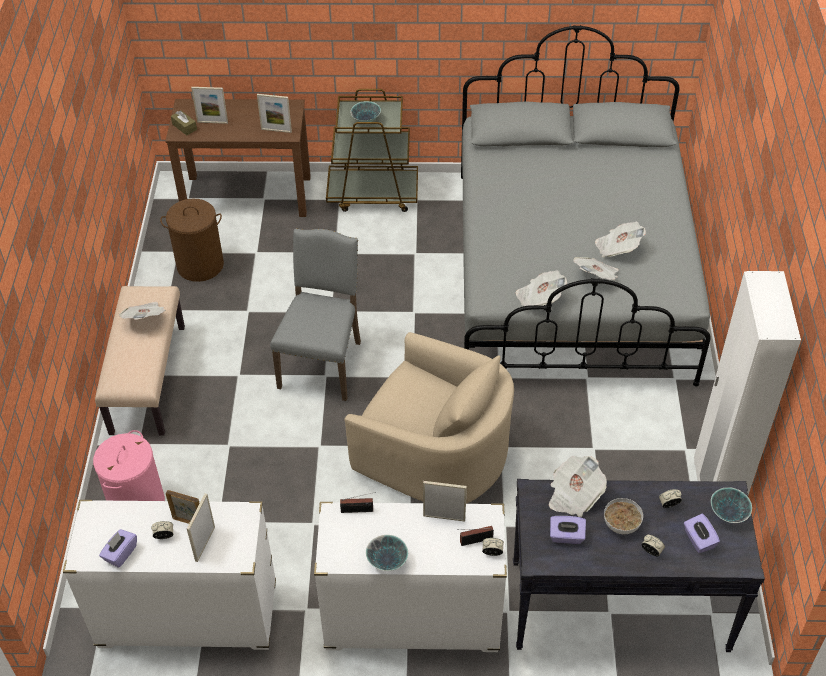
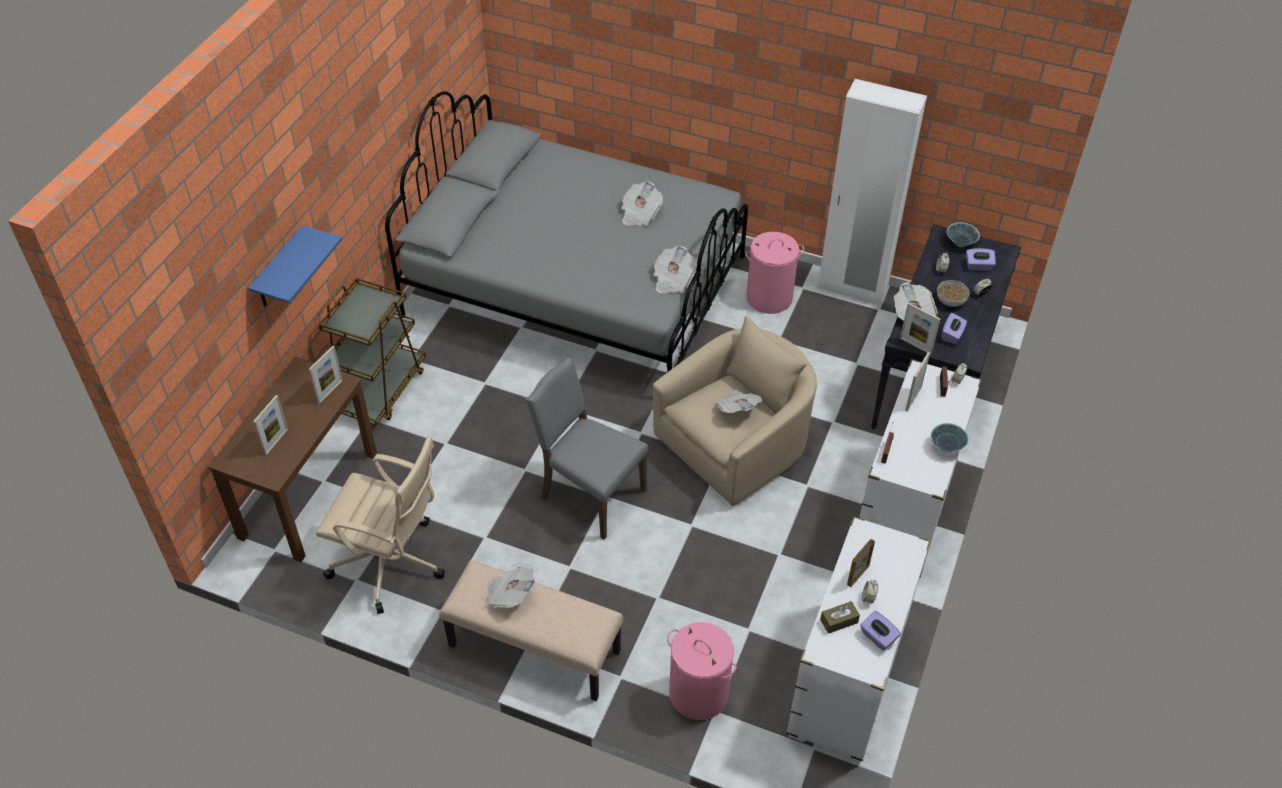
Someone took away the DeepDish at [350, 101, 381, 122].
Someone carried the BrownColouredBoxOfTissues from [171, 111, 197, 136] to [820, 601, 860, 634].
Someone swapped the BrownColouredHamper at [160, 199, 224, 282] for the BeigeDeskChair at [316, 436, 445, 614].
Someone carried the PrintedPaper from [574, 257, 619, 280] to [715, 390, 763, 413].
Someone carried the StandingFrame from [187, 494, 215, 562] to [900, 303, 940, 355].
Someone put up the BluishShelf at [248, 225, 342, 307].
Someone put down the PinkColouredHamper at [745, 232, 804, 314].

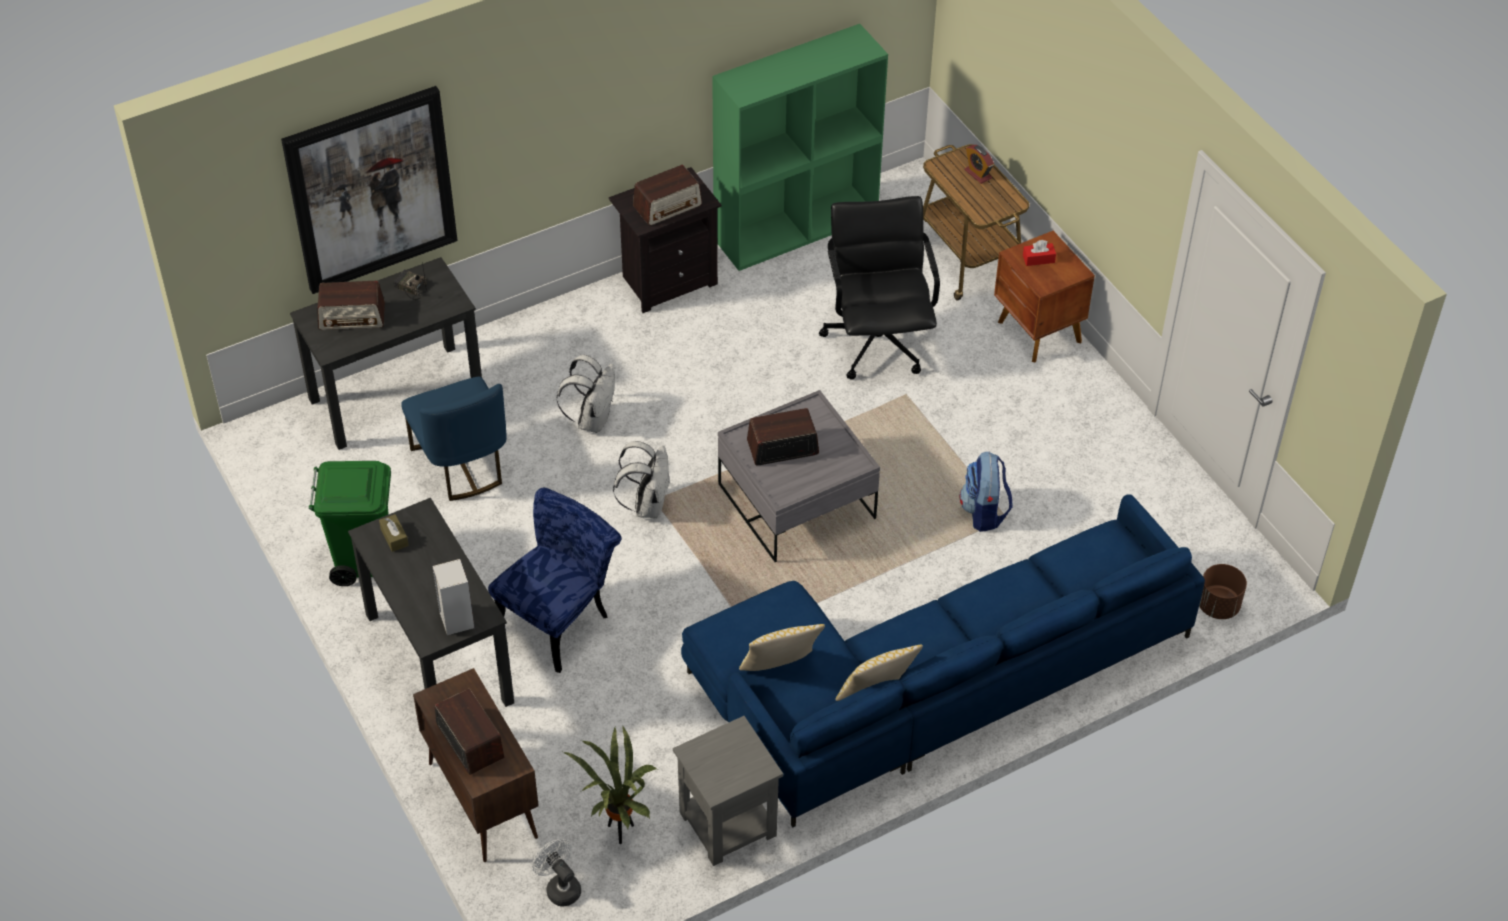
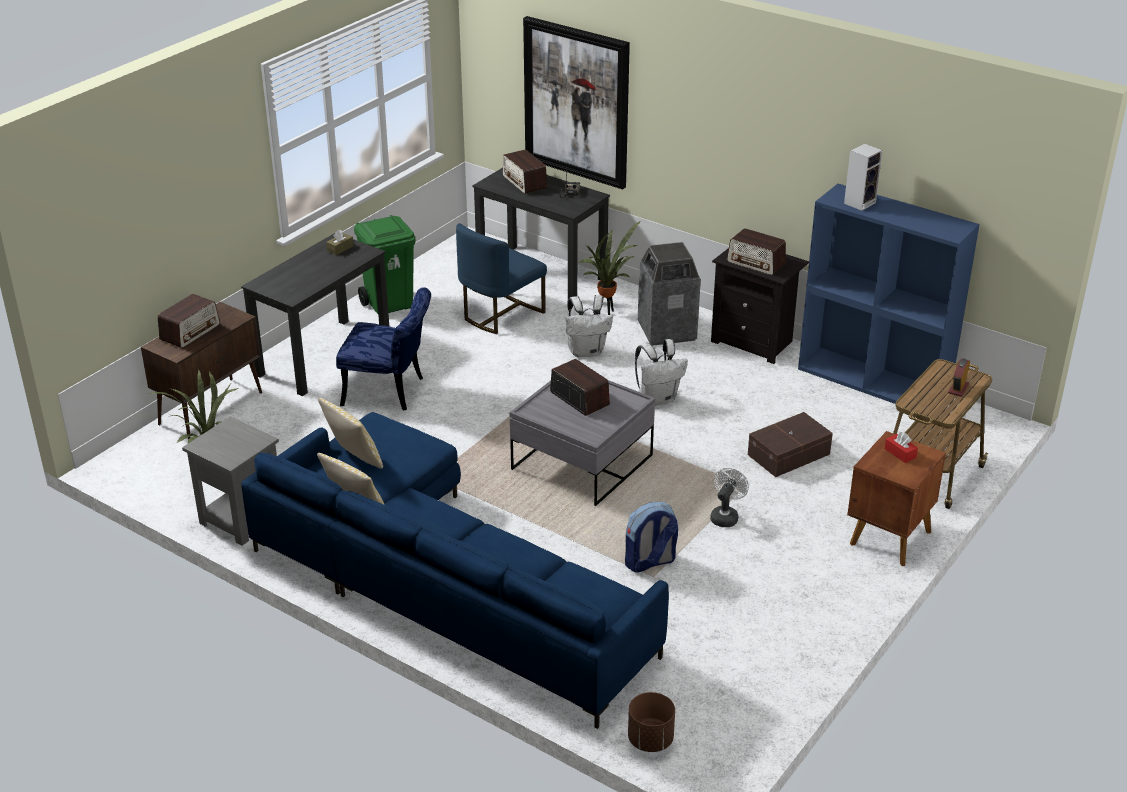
Someone repainted the GreenBookshelf at [712, 24, 888, 271], which became the BluishBookshelf at [798, 184, 980, 410].
Someone swapped the BlackDeskChair at [819, 196, 940, 379] for the BrownColouredStorageContainer at [748, 412, 833, 477].
Someone carried the WhiteColouredRucksack from [613, 441, 670, 518] to [635, 339, 688, 405].
Someone carried the Loudspeaker from [432, 559, 474, 635] to [844, 143, 883, 211].
Someone carried the WhiteColouredFan from [532, 839, 581, 906] to [710, 468, 749, 527].
Someone put down the PlantInAPot at [578, 221, 640, 315].
Someone put down the WasteBin at [638, 242, 701, 346].

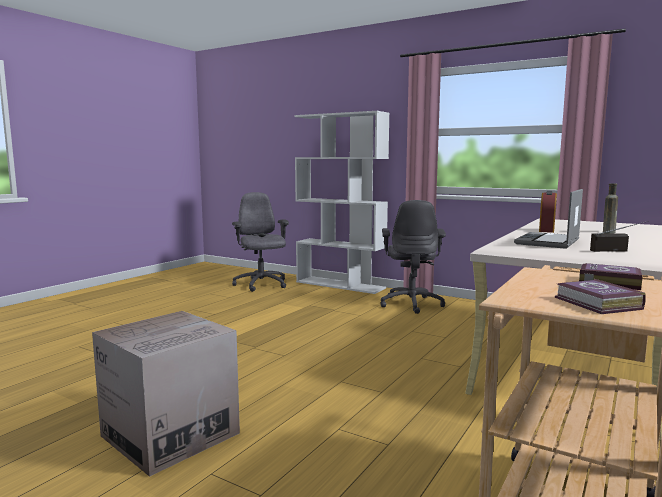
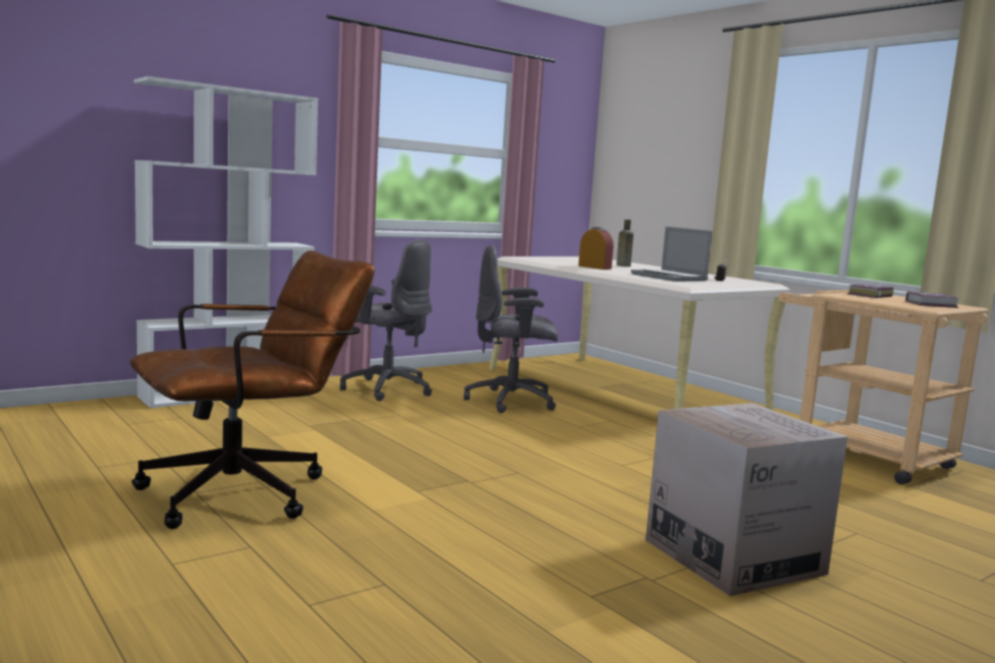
Someone carried the GreyishDeskChair from [232, 192, 289, 292] to [464, 245, 558, 413].
Someone put down the BrownColouredDeskChair at [130, 250, 375, 529].

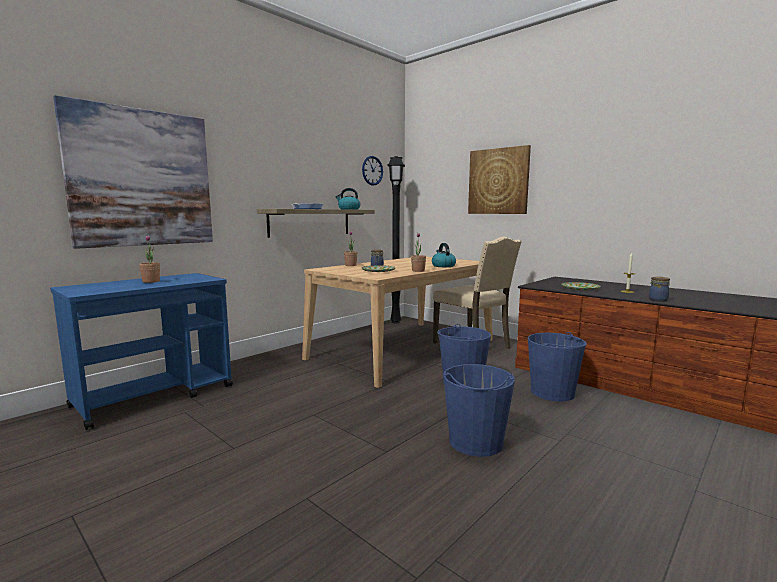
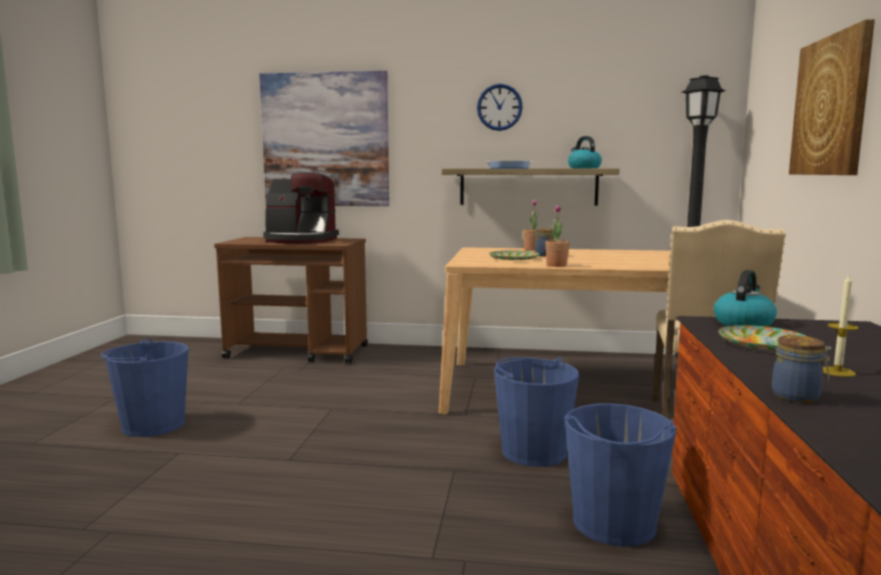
Someone carried the HangingClock from [362, 156, 383, 186] to [477, 84, 523, 131].
Someone swapped the PlantInAPot at [139, 235, 160, 283] for the CoffeeBrewer at [263, 173, 339, 244].
Someone carried the WaterKettle from [432, 243, 456, 267] to [714, 270, 777, 327].
Someone repainted the BluishWheeledCart at [50, 273, 233, 430], which became the BrownColouredWheeledCart at [214, 237, 368, 363].
Someone carried the BluishBucket from [443, 364, 515, 457] to [101, 338, 188, 437].

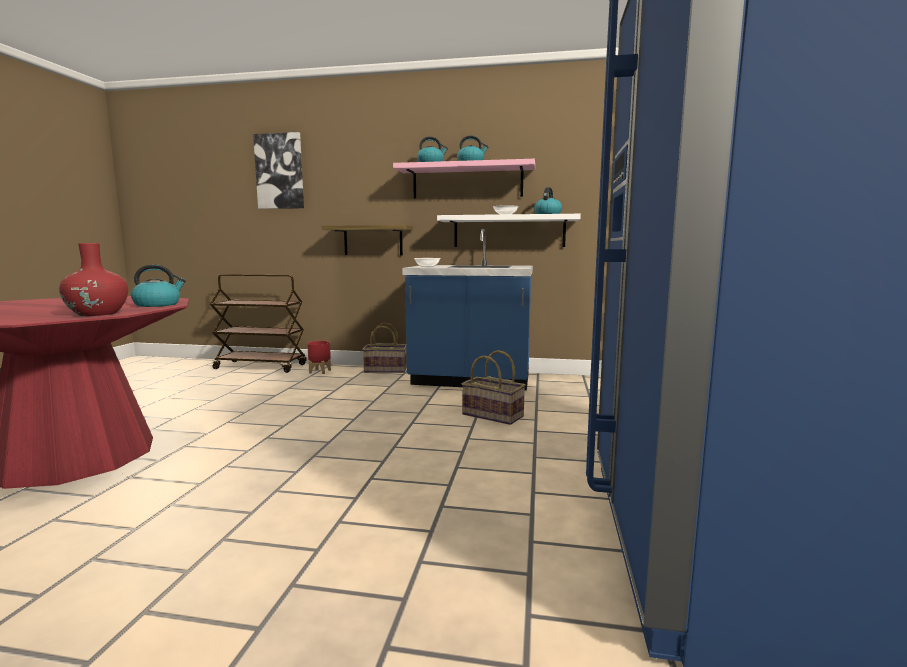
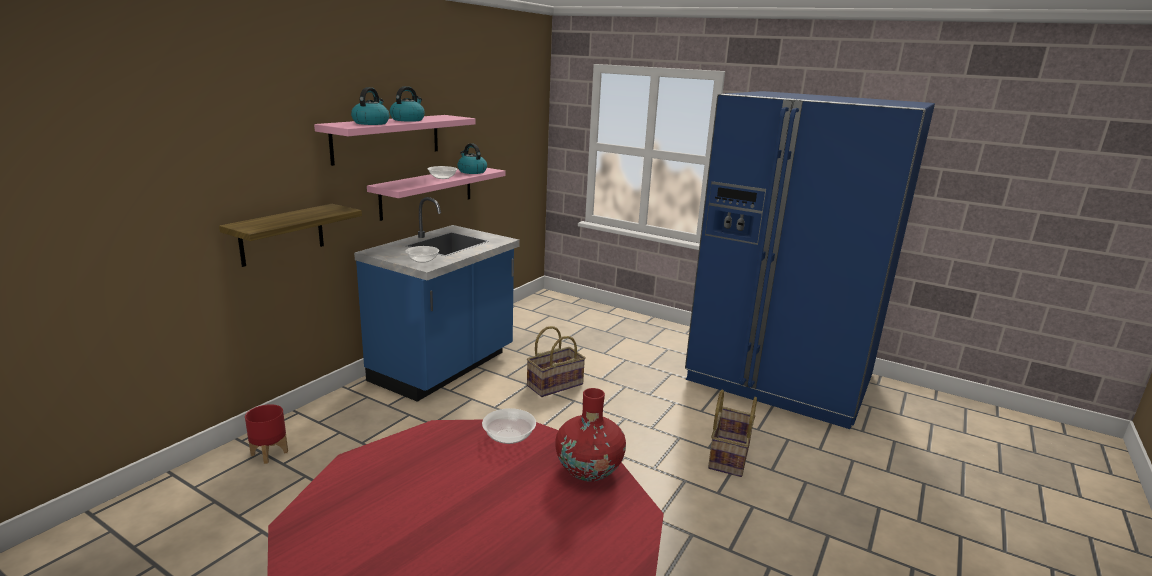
Someone took away the WallArt at [253, 132, 304, 209].
Someone repainted the WhiteColouredShelf at [437, 214, 581, 247], which became the PinkColouredShelf at [367, 168, 506, 221].
Someone swapped the WaterKettle at [131, 264, 186, 307] for the DeepDish at [482, 408, 536, 444].
Someone took away the BrownColouredWheeledCart at [210, 274, 307, 373].
Someone carried the Basket from [363, 322, 407, 373] to [708, 389, 757, 477].

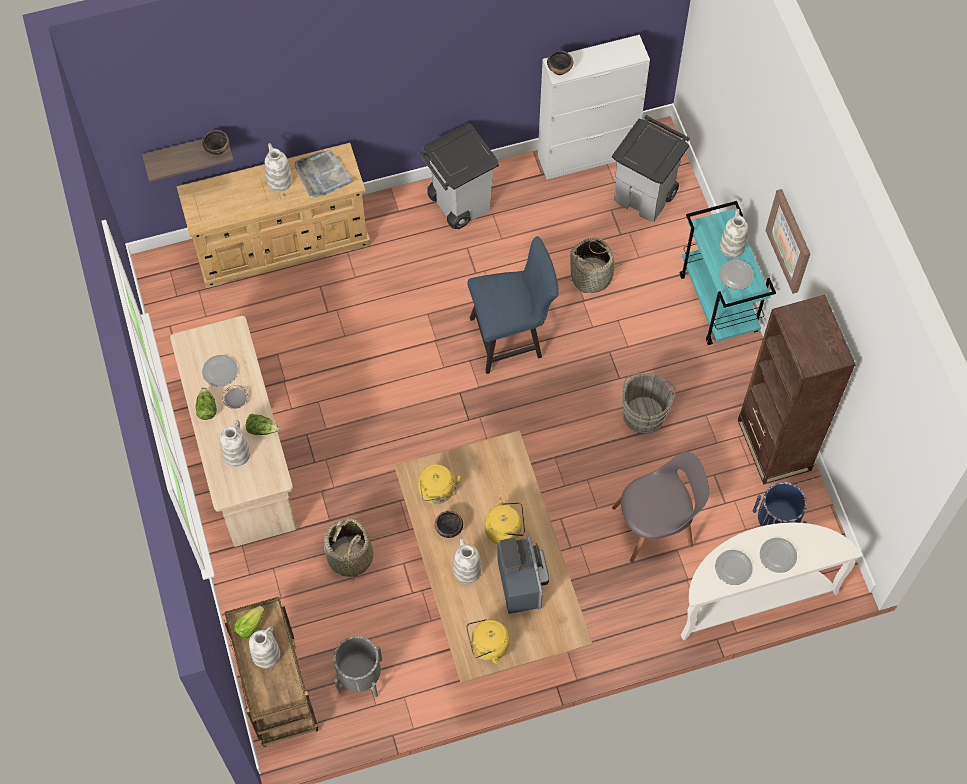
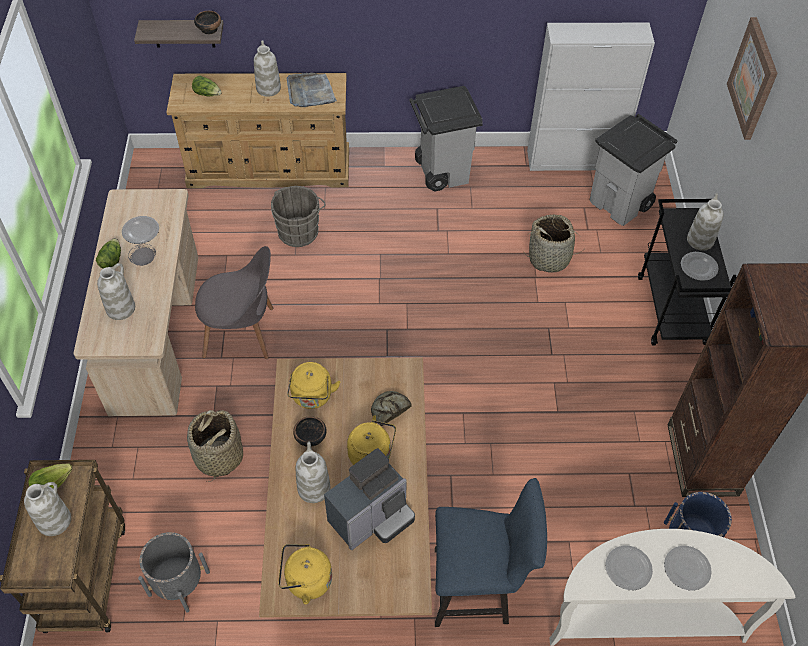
Someone took away the DeepDish at [547, 51, 573, 75].
Someone carried the WallArt from [765, 189, 810, 294] to [727, 17, 778, 140].
Someone repainted the BlueGreenWheeledCart at [680, 201, 776, 345], which became the BlackWheeledCart at [638, 199, 737, 345].
Someone carried the BluishChair from [467, 236, 559, 374] to [435, 478, 547, 627].
Someone carried the GreyishBucket from [622, 373, 676, 434] to [271, 186, 326, 247].
Someone carried the HeadOfLettuce from [246, 414, 280, 435] to [192, 76, 222, 96].
Someone carried the GreyishChair from [612, 452, 709, 562] to [195, 246, 273, 359].
Someone rotated the CoffeeBrewer at [497, 536, 549, 614] by 45 degrees clockwise.
Someone put down the BakedBread at [371, 391, 412, 426].

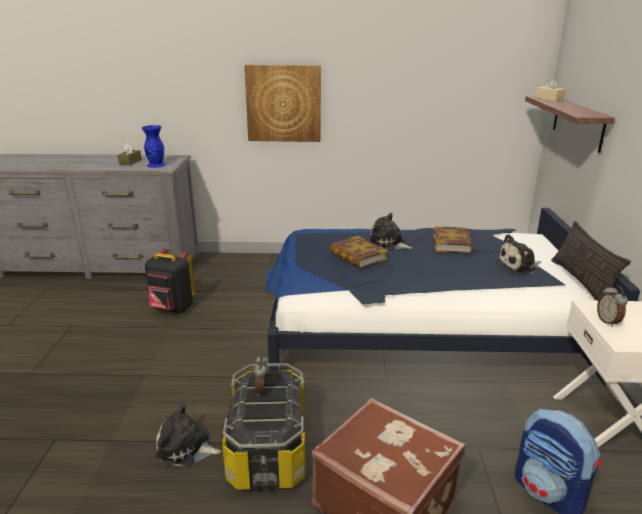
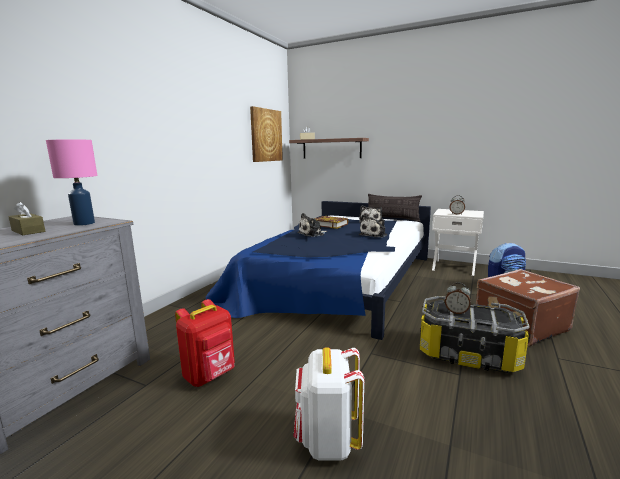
Someone carried the WallArt from [244, 65, 321, 142] to [250, 106, 283, 162].
Someone swapped the BluishDecorativeVase at [142, 125, 166, 168] for the PinkColouredLampForATable at [46, 139, 98, 226].
Someone took away the Volume at [329, 236, 388, 269].
Someone repainted the BlackRucksack at [145, 249, 195, 313], which became the ReddishRucksack at [175, 299, 235, 387].
Someone carried the CuddlyToy from [155, 404, 221, 467] to [359, 215, 387, 238].
Someone put down the WhiteColouredRucksack at [294, 347, 364, 460].

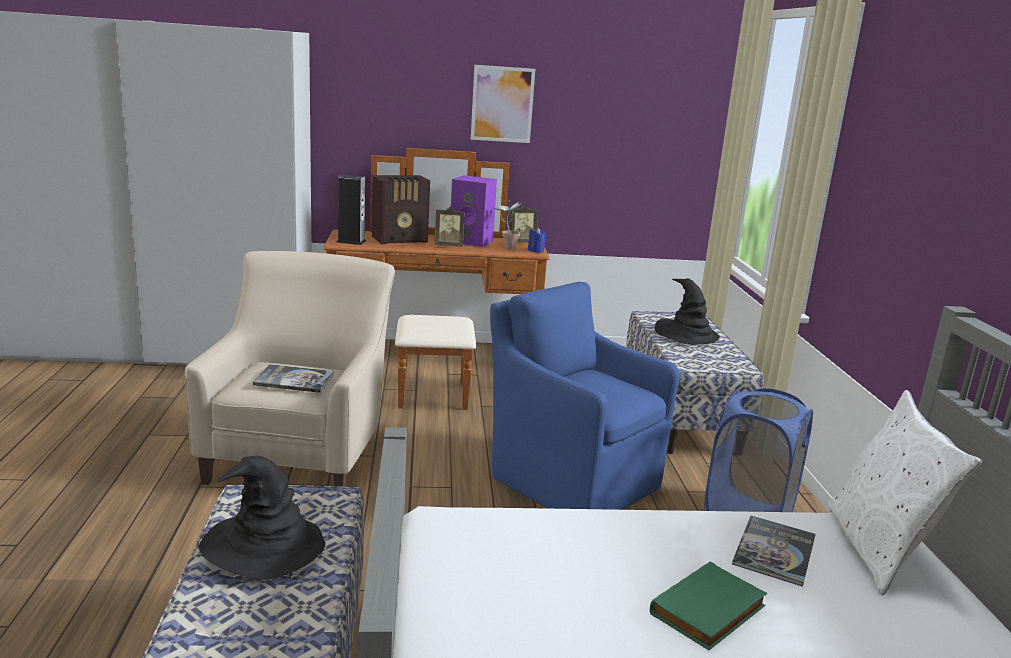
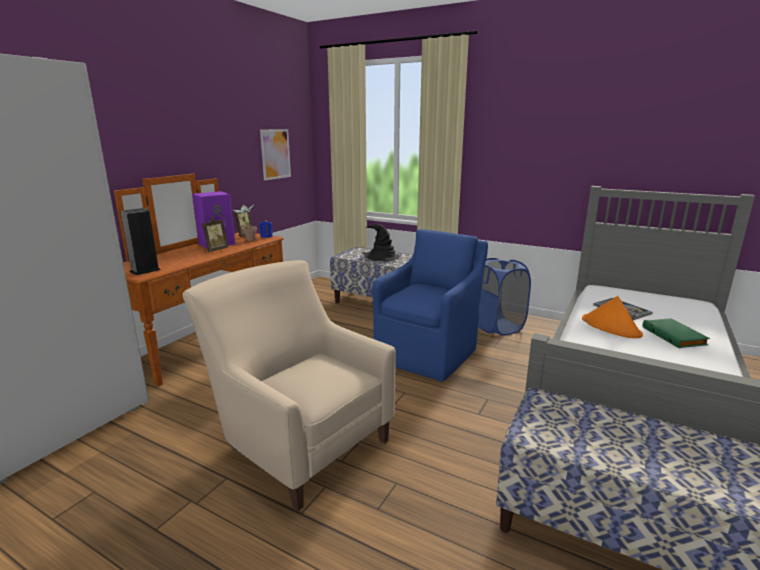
Someone carried the WallArt from [471, 65, 535, 143] to [260, 129, 291, 180].
Someone took away the Radio at [372, 175, 430, 244].
Someone rotated the BluishEasyChair at [490, 282, 680, 510] by 135 degrees clockwise.
Someone took away the Volume at [253, 364, 334, 393].
Someone took away the WhiteColouredPillow at [828, 390, 982, 595].
Someone took away the BlackHat at [199, 456, 325, 580].
Someone put down the OrangeyHat at [582, 296, 643, 338].

